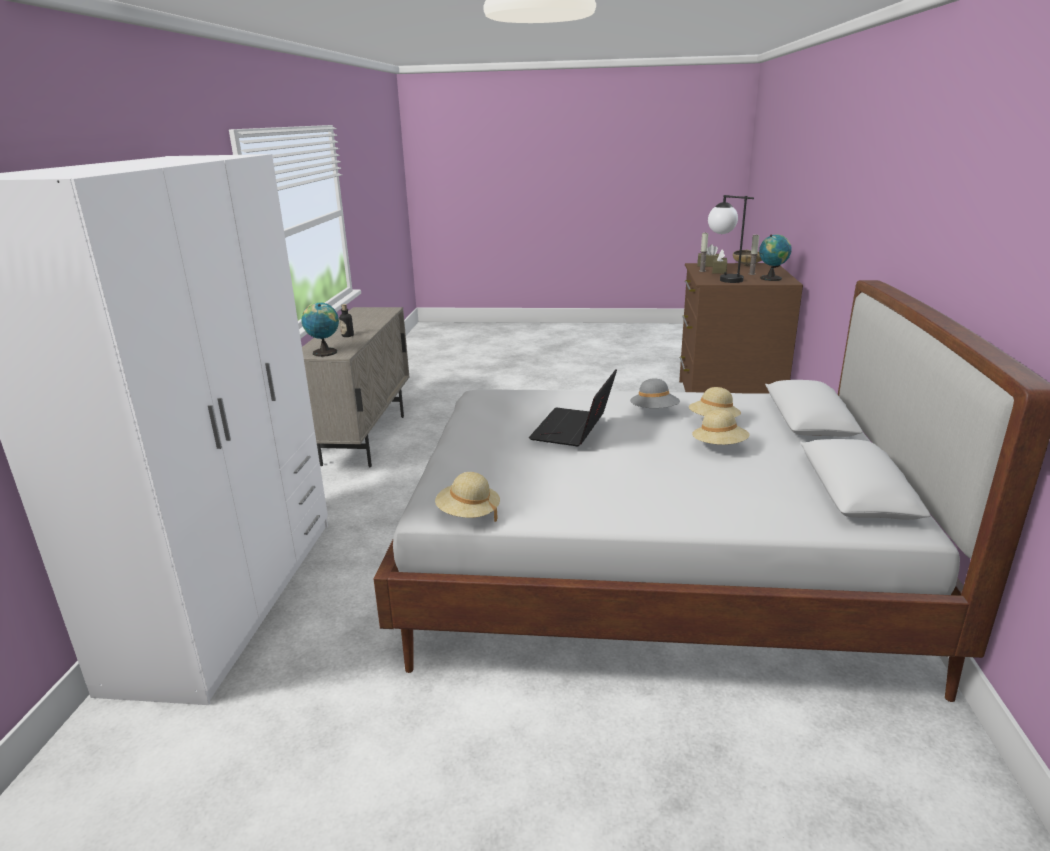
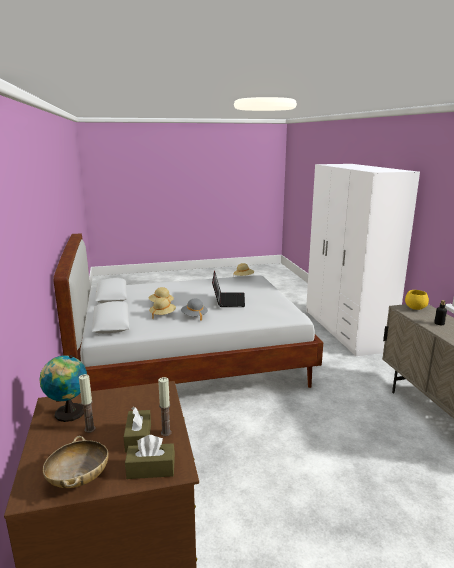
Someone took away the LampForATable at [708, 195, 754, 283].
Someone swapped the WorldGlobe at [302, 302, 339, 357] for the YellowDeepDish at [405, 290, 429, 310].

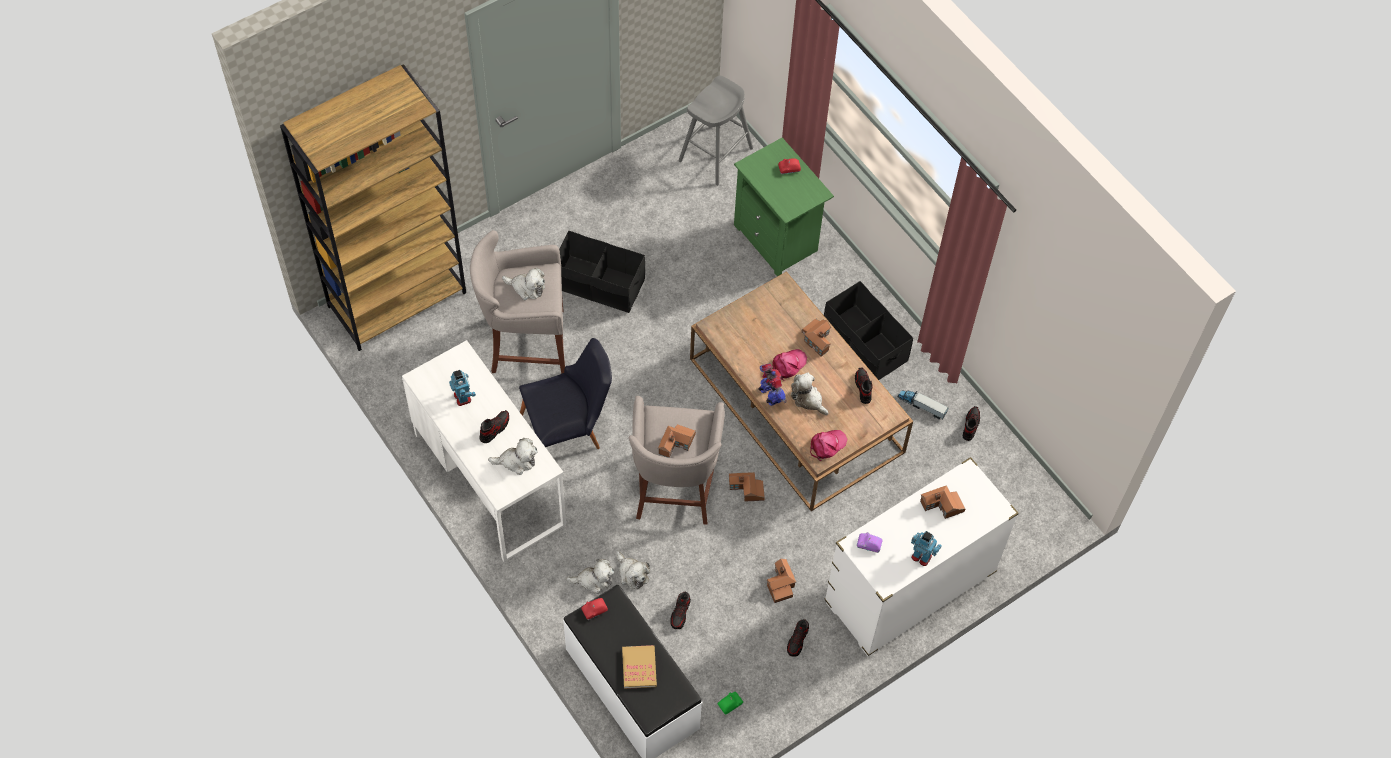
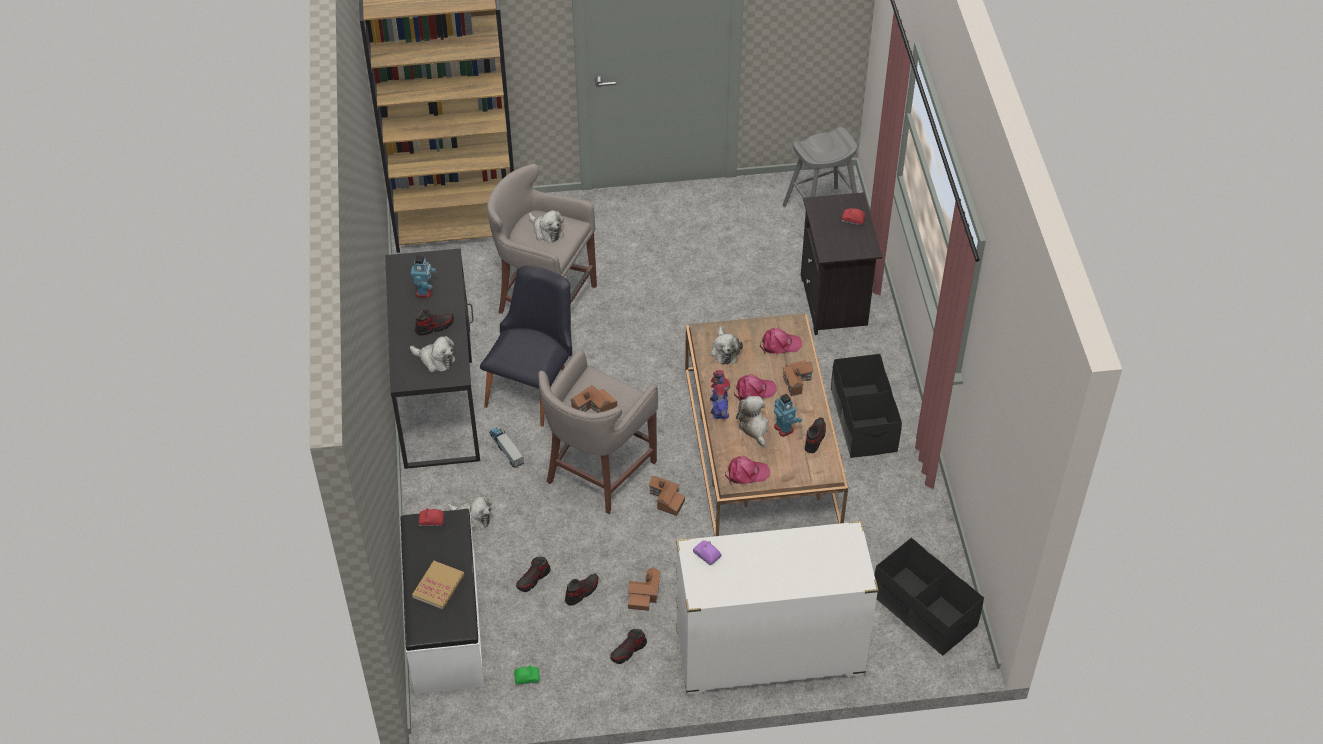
Someone repainted the GreenBedsideTable at [734, 138, 834, 276], which became the BlackBedsideTable at [801, 192, 882, 335].
Someone carried the BlackStorageContainer from [559, 231, 645, 313] to [874, 538, 984, 656].
Someone rotated the BlackChair at [519, 338, 612, 449] by 75 degrees counterclockwise.
Someone repainted the WhiteColouredDesk at [402, 340, 566, 562], which became the BlackDesk at [385, 248, 480, 469].
Someone carried the ToyTruck from [898, 390, 949, 420] to [489, 428, 524, 468].
Someone carried the Shoe from [963, 406, 980, 441] to [565, 574, 598, 606].
Someone took away the ToyHouse at [920, 485, 965, 519].
Someone carried the RobotFigure from [911, 531, 942, 566] to [774, 394, 802, 437].
Someone carried the CuddlyToy from [616, 550, 650, 589] to [710, 326, 743, 365].
Someone put down the PinkColouredBaseballCap at [760, 328, 802, 354].

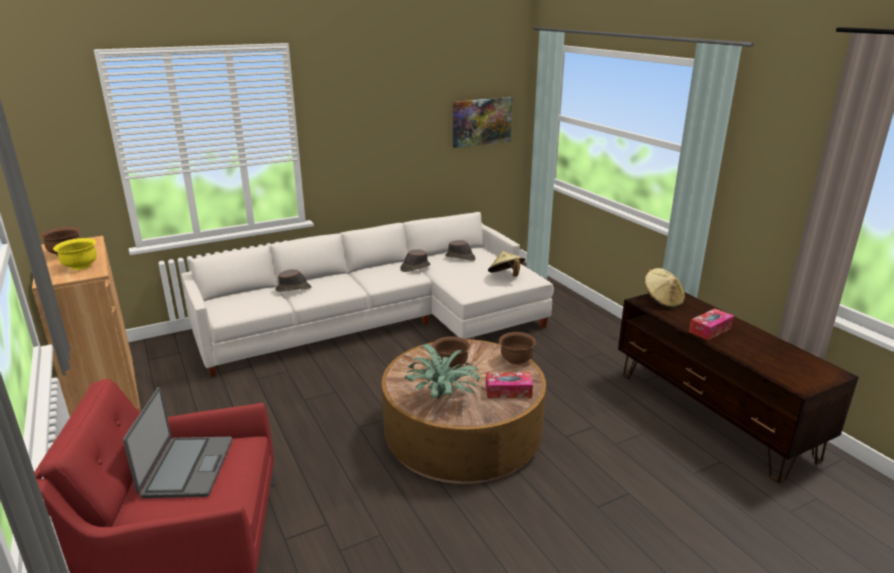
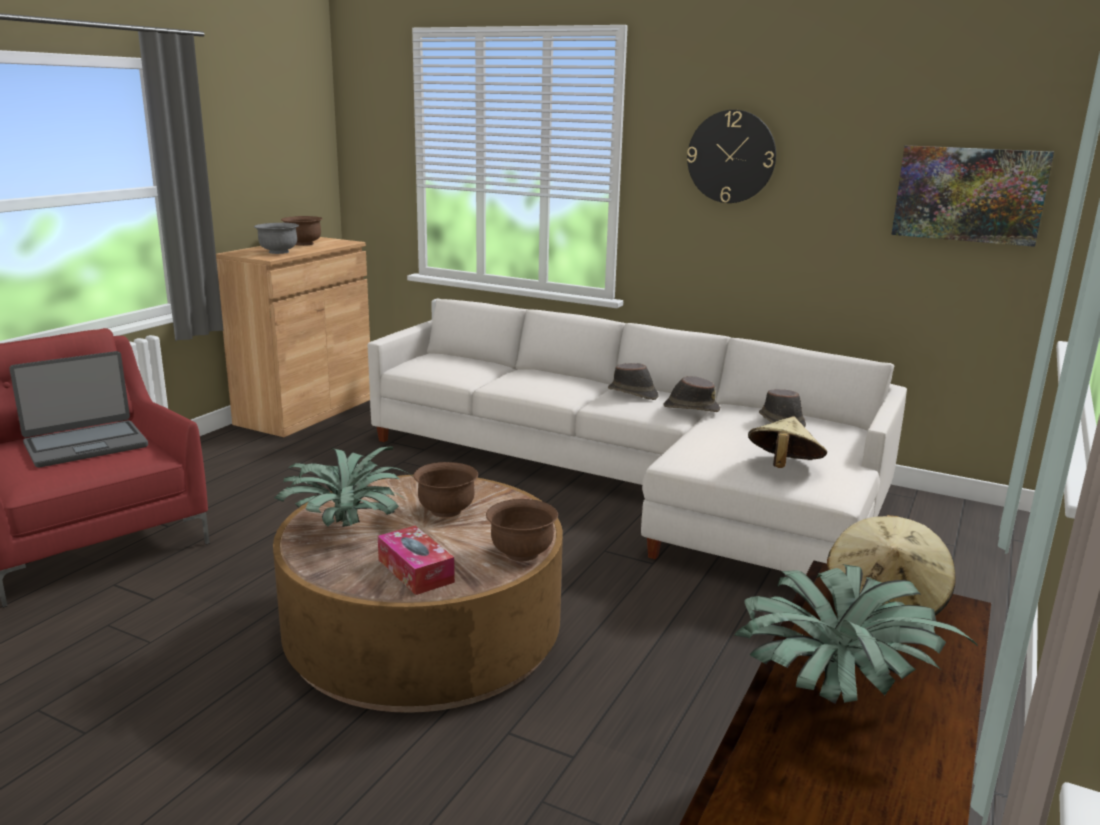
Someone repainted the YellowDeepDish at [53, 238, 97, 270], which became the GreyishDeepDish at [254, 223, 299, 254].
Someone carried the BrownColouredHat from [275, 269, 311, 292] to [608, 363, 658, 400].
Someone swapped the BoxOfTissues at [689, 308, 734, 340] for the PlantInAPot at [734, 564, 978, 704].
Someone put up the HangingClock at [687, 110, 776, 203].

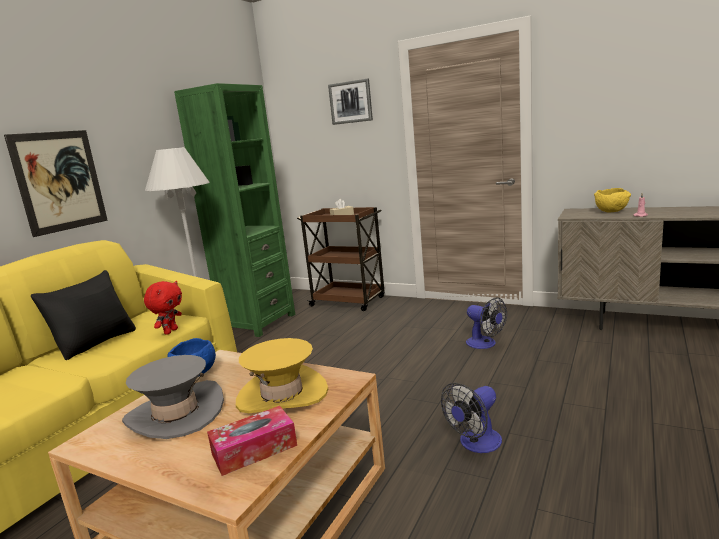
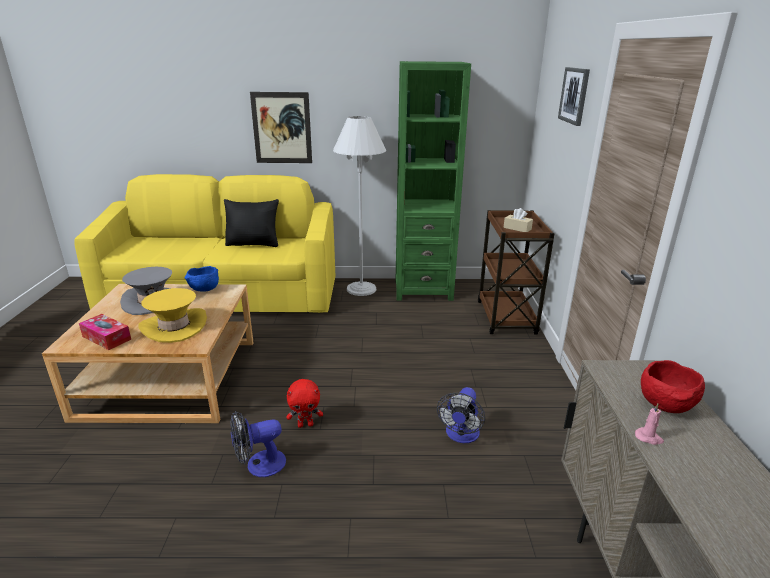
Someone repainted the YellowDeepDish at [594, 188, 631, 212], which became the ReddishDeepDish at [641, 360, 705, 413].
Someone carried the ReddishCuddlyToy from [144, 281, 182, 334] to [286, 379, 323, 428].
Someone rotated the Fan at [441, 383, 502, 453] by 45 degrees counterclockwise.

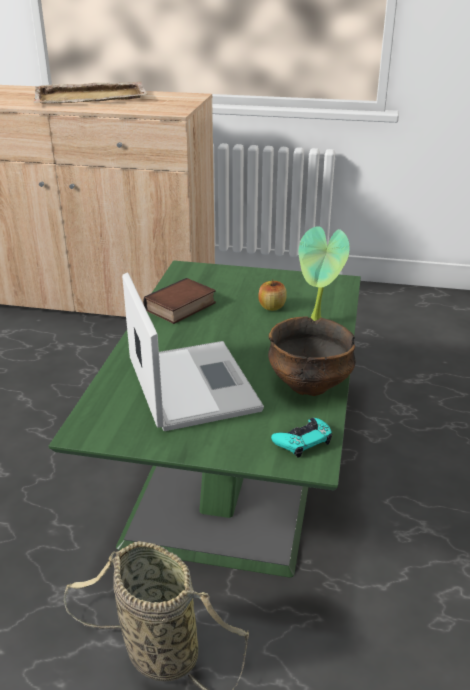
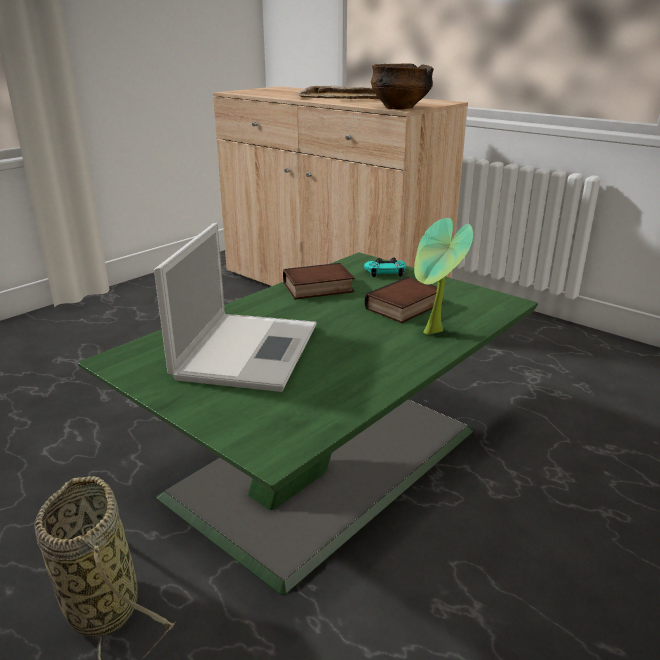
Someone swapped the Apple at [258, 279, 287, 311] for the Volume at [365, 277, 443, 323].
Someone carried the DeepDish from [268, 316, 355, 396] to [371, 64, 434, 109].
Someone carried the BlueGreenJoypad from [271, 418, 332, 458] to [364, 258, 406, 277].

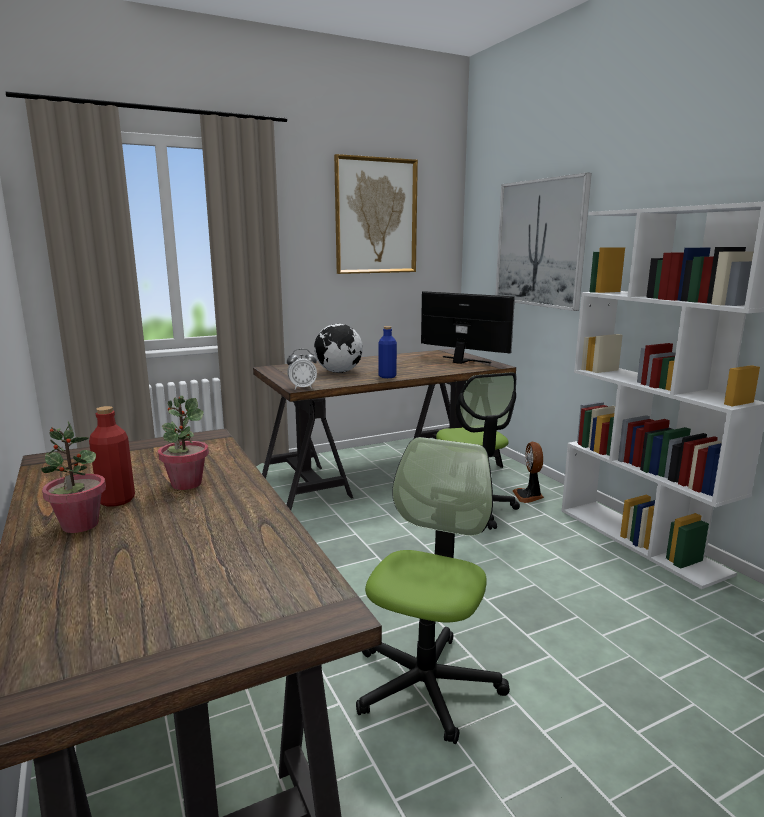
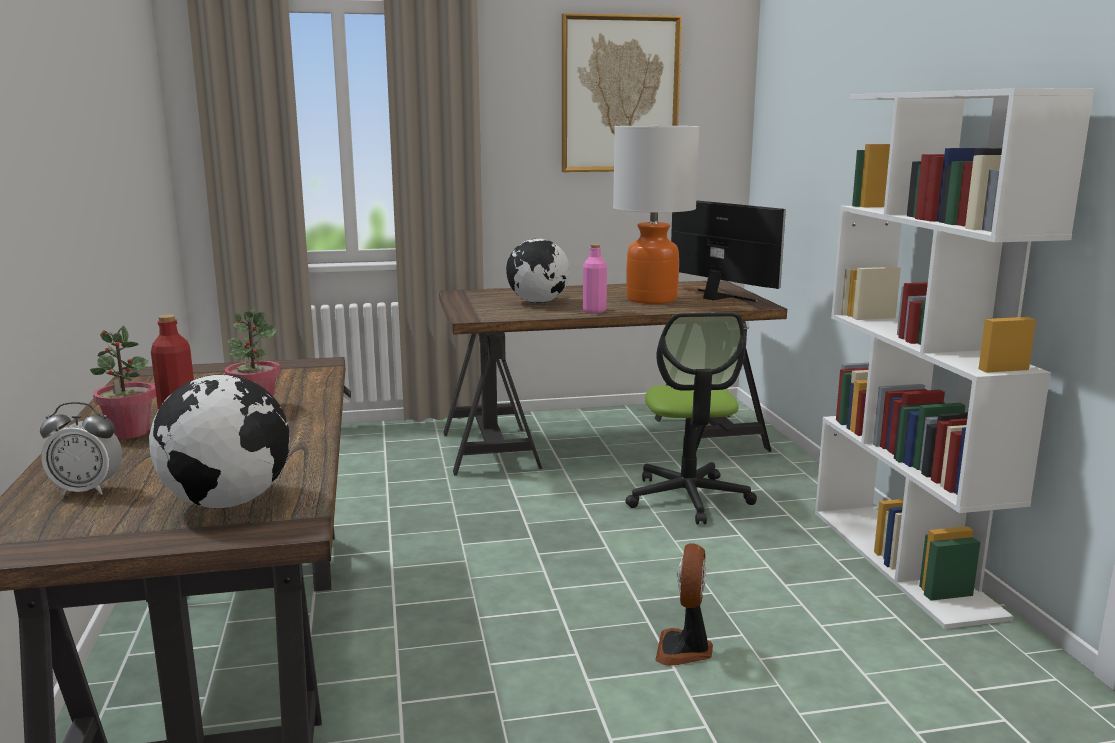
Someone took away the WallArt at [496, 173, 592, 311].
Someone repainted the BluishBottle at [378, 326, 397, 378], which became the PinkColouredBottle at [583, 244, 607, 313].
Someone carried the TableClock from [287, 349, 317, 389] to [40, 402, 122, 495].
Someone took away the DeskChair at [356, 437, 510, 744].
Someone carried the Fan from [513, 442, 544, 503] to [655, 543, 713, 665].
Someone put down the LampForATable at [613, 126, 699, 304].
Someone put down the WorldGlobe at [149, 374, 289, 508].

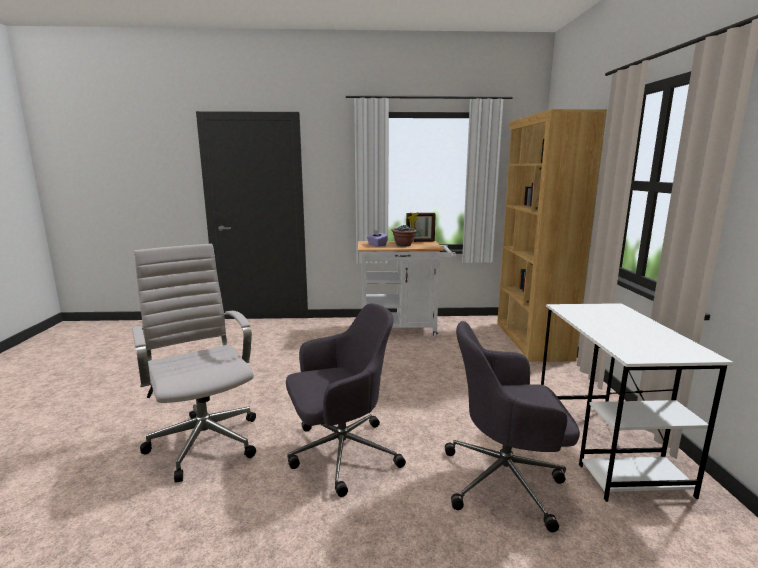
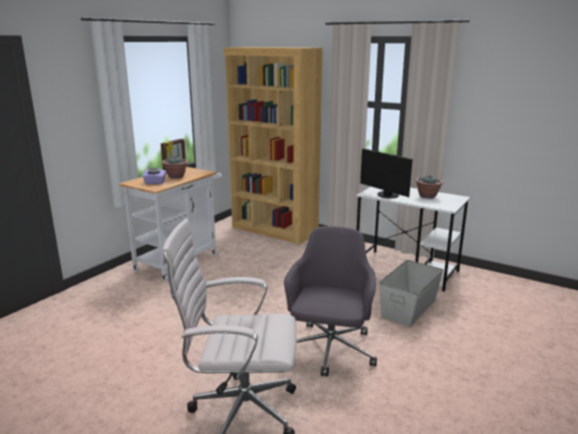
Someone swapped the GreyishDeskChair at [445, 321, 580, 532] for the GreyishStorageContainer at [379, 260, 443, 327].
Someone put down the ComputerDisplay at [360, 148, 413, 198].
Someone put down the PlantInAPot at [415, 176, 443, 199].

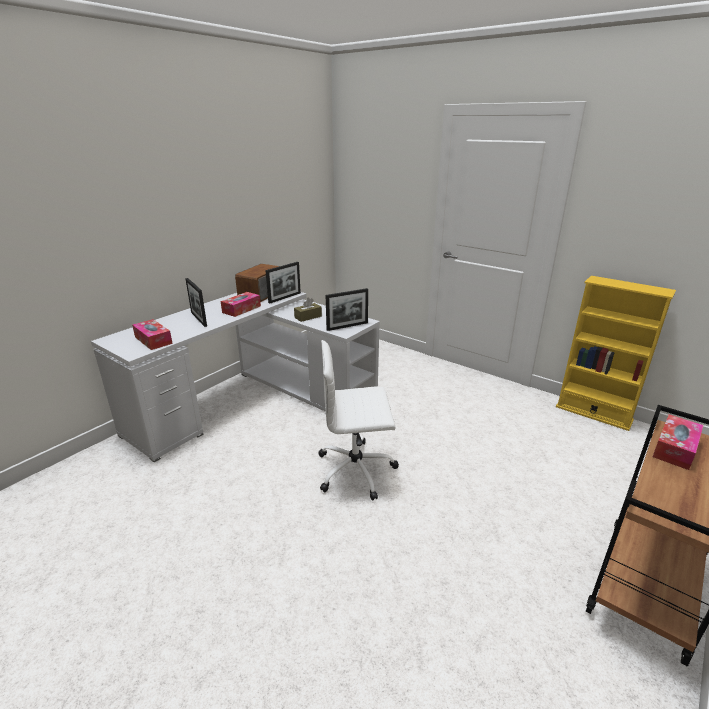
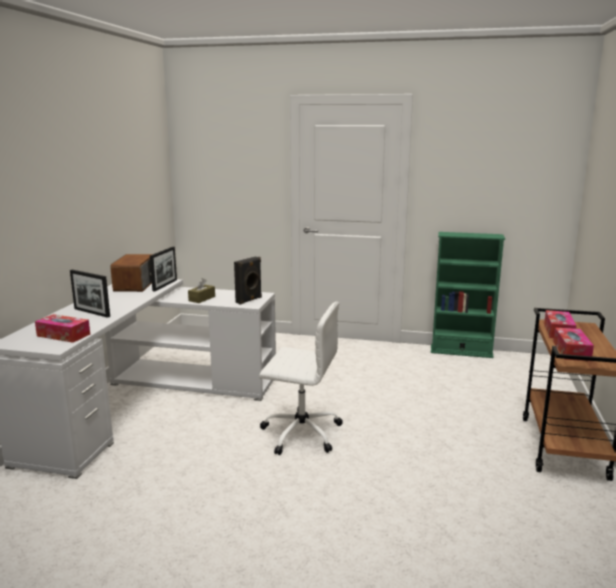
Someone repainted the YellowBookshelf at [556, 276, 676, 431], which became the GreenBookshelf at [431, 232, 505, 358].
Someone swapped the StandingFrame at [326, 288, 368, 331] for the BlackLoudspeaker at [234, 257, 262, 305].
Someone carried the BoxOfTissues from [221, 292, 261, 317] to [553, 328, 594, 361].
Someone rotated the WhiteColouredDeskChair at [318, 340, 399, 501] by 135 degrees counterclockwise.

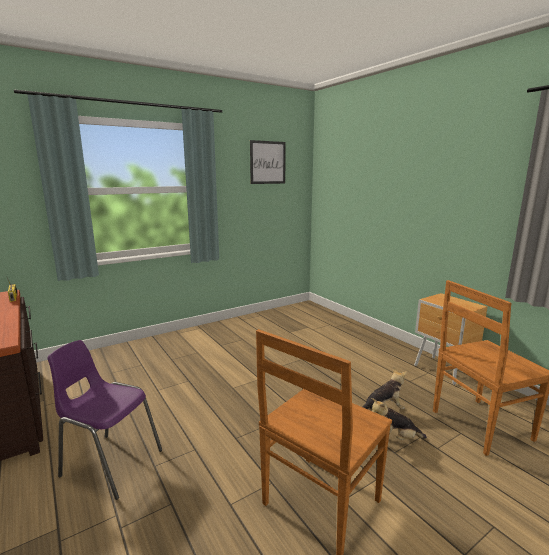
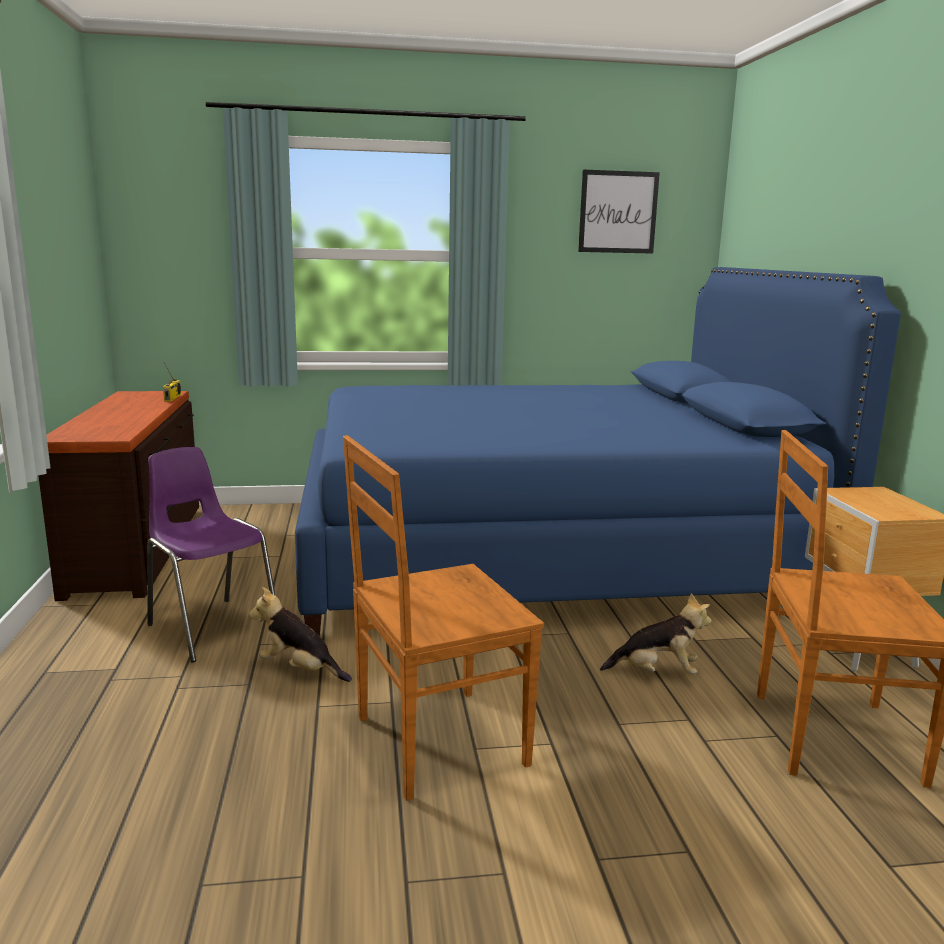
Someone carried the CuddlyToy from [371, 398, 427, 440] to [249, 587, 352, 682].
Someone put down the BluishSleepingBed at [295, 267, 901, 636].

